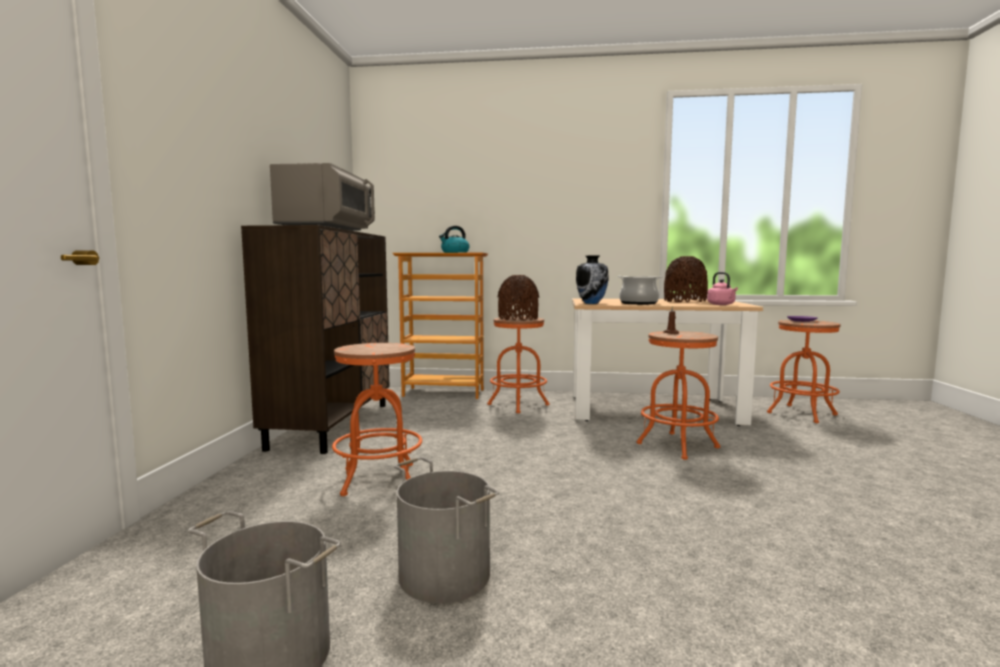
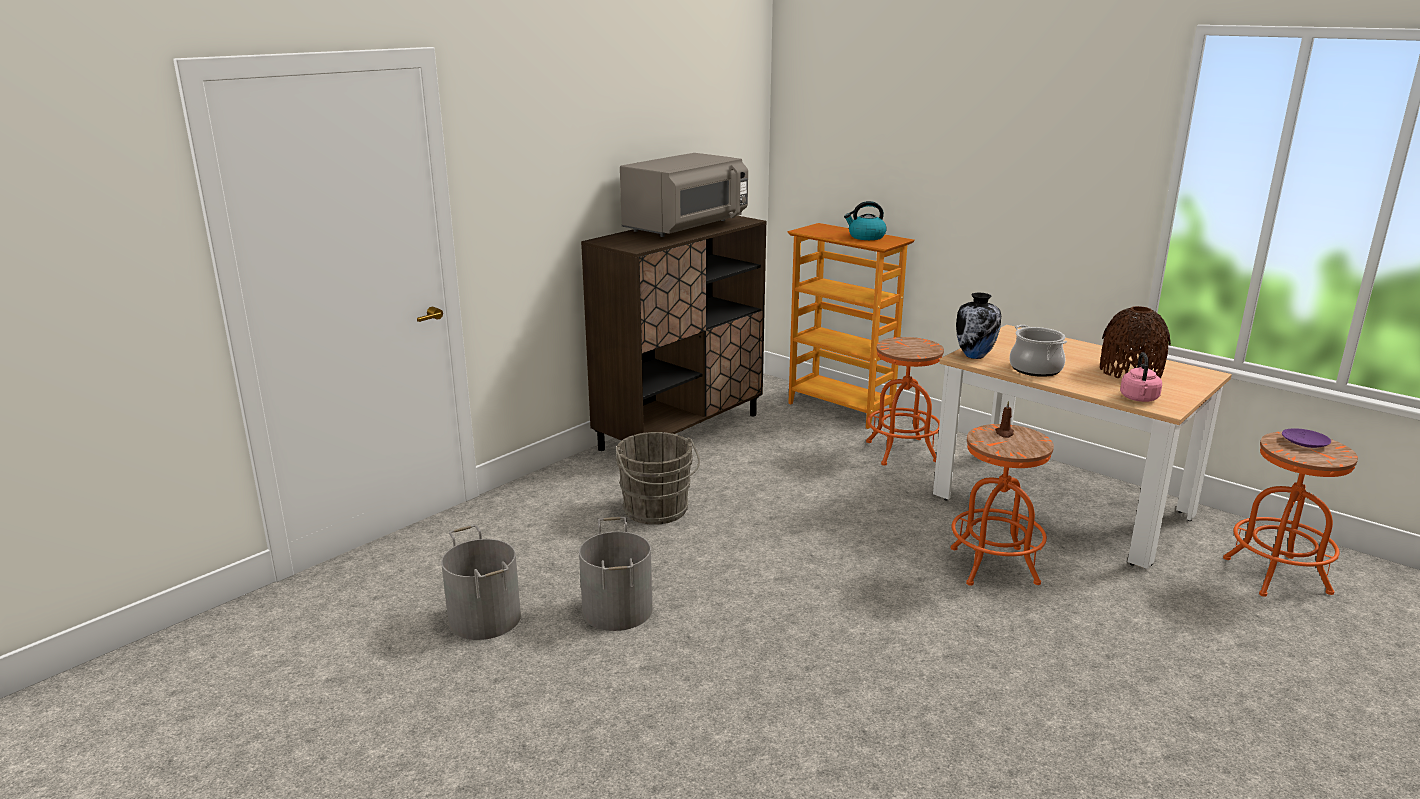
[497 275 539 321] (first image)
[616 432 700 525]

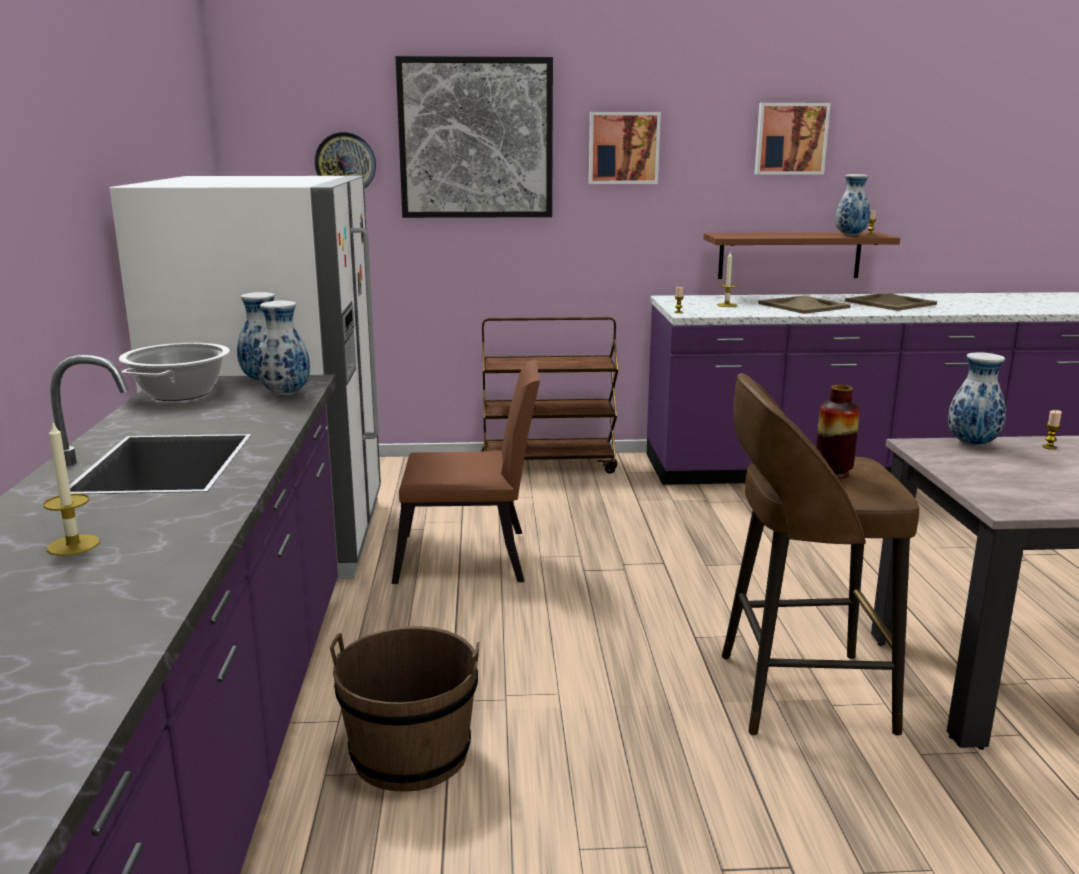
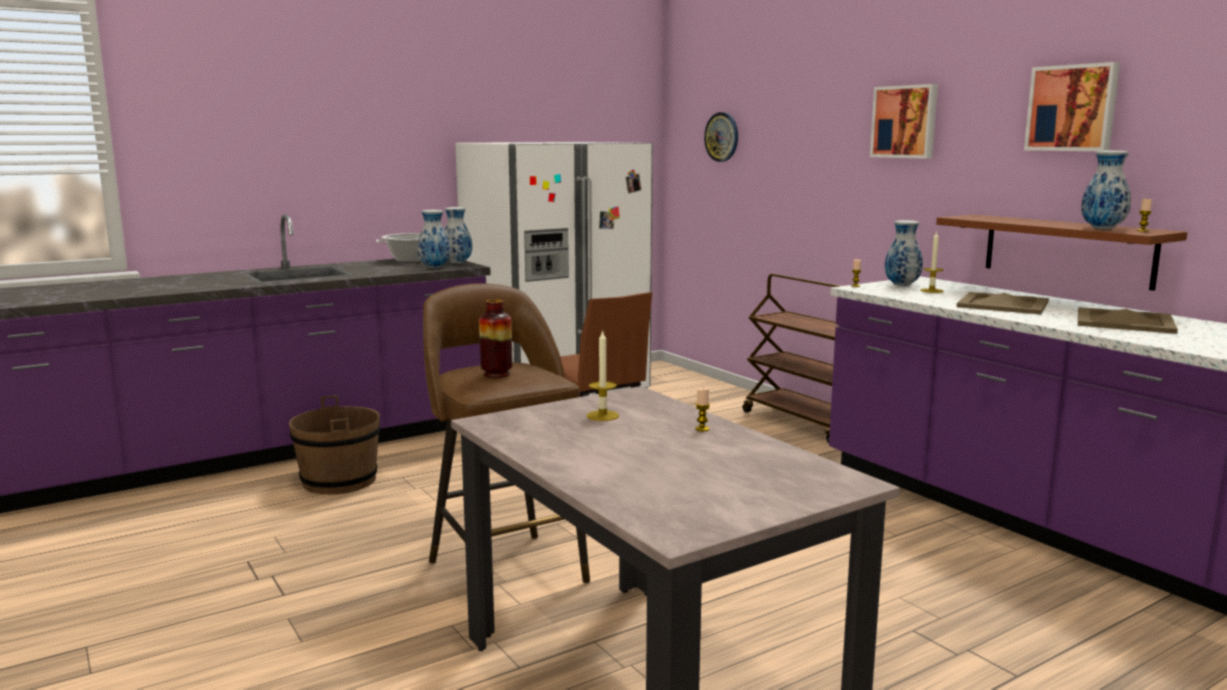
[395 56 553 218] (first image)
[885 220 923 286]
[586 329 619 421]

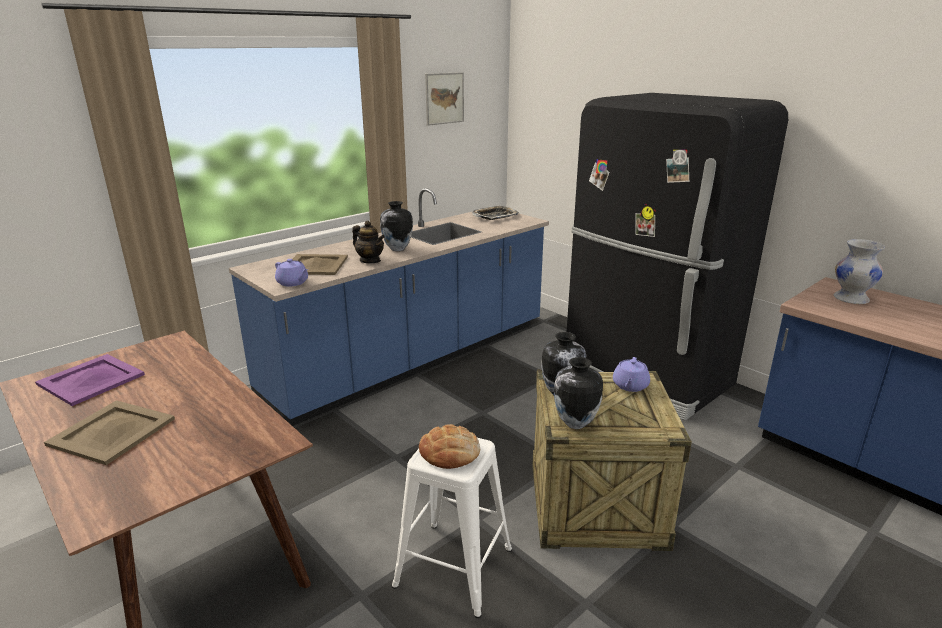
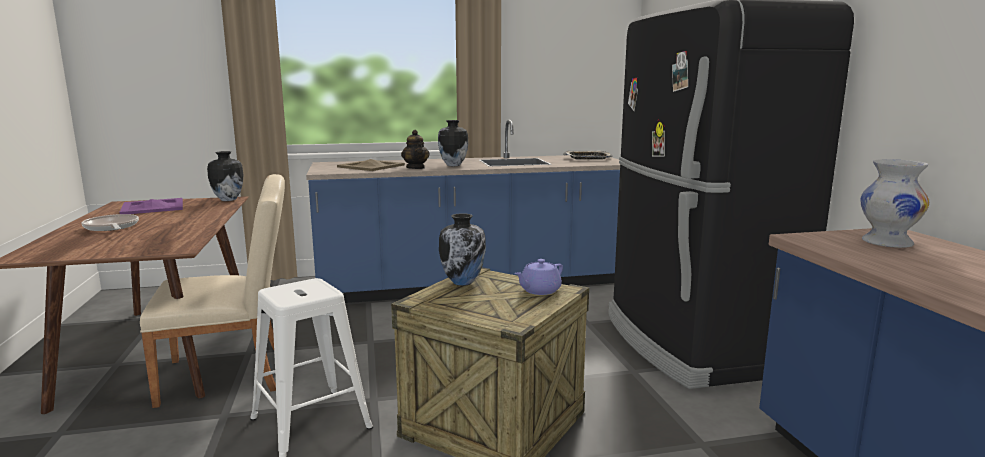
[425 72 464 126] (first image)
[275 259 308 286] (first image)
[207 151 244 201]
[81 214 139 231]
[419 424 480 469] (first image)
[140 174 285 408]

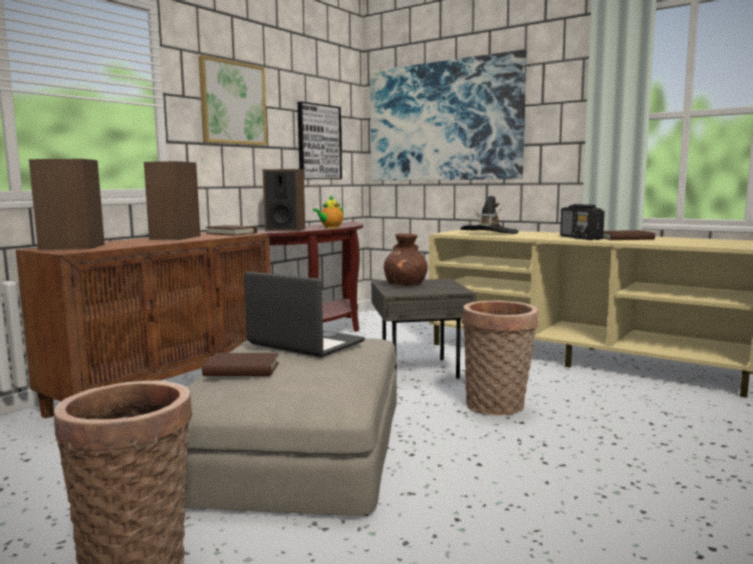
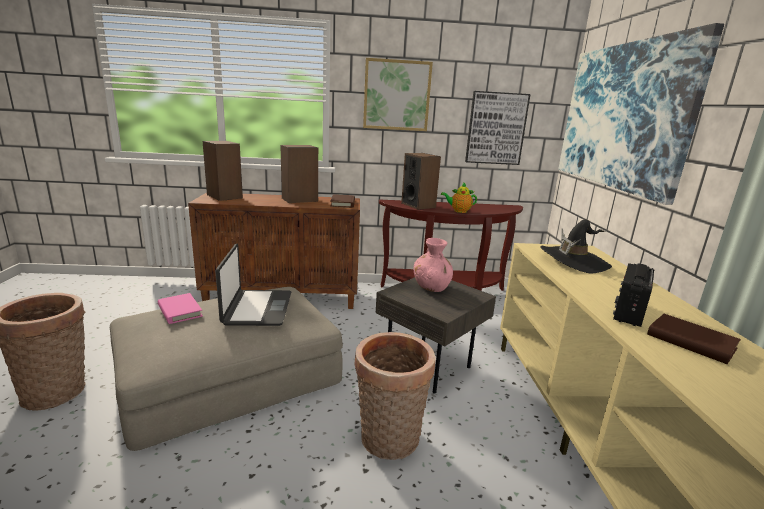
[414 238 453 292]
[158 293 203 324]

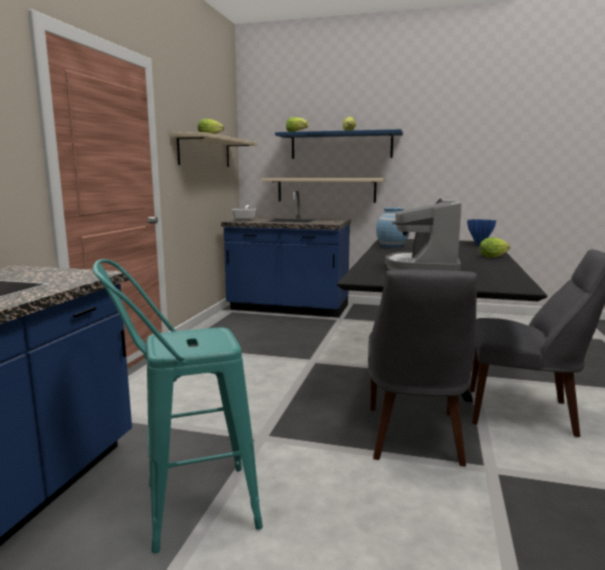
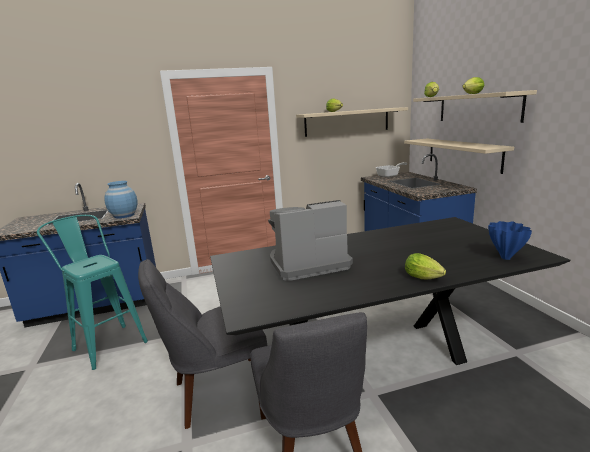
[413 90 537 123]
[104 181 138 219]

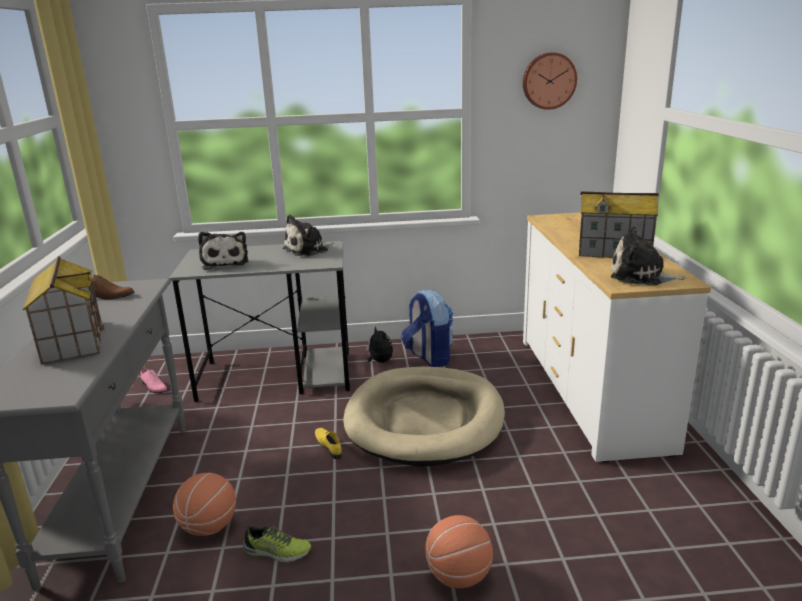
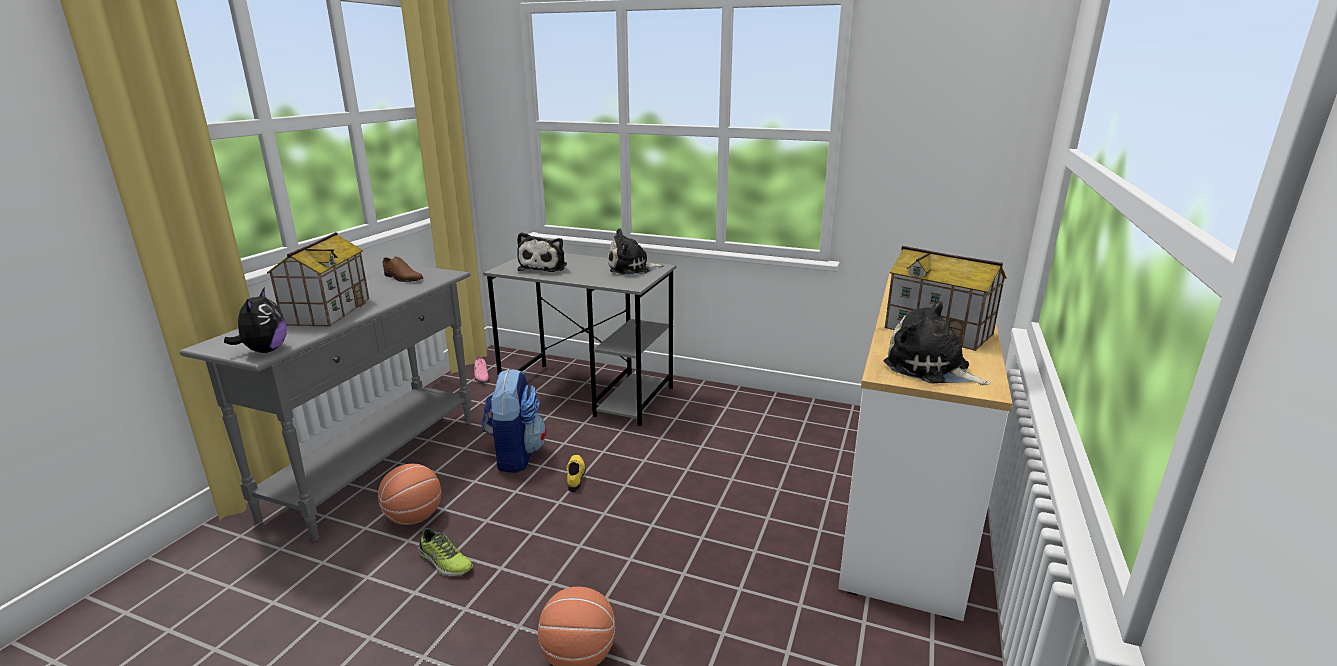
[523 52 577 110] (first image)
[482 369 546 473]
[224 288 287 353]
[343 366 505 467] (first image)

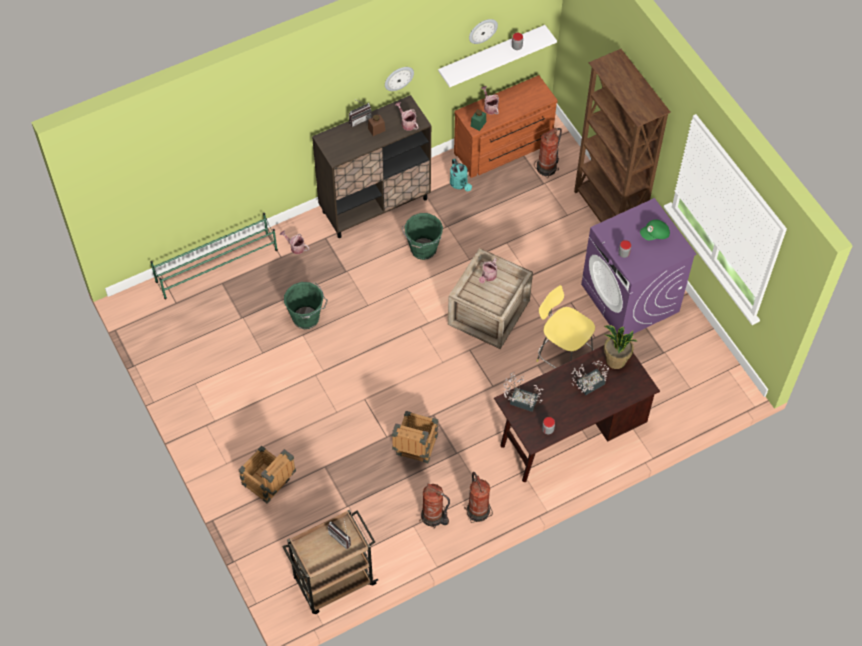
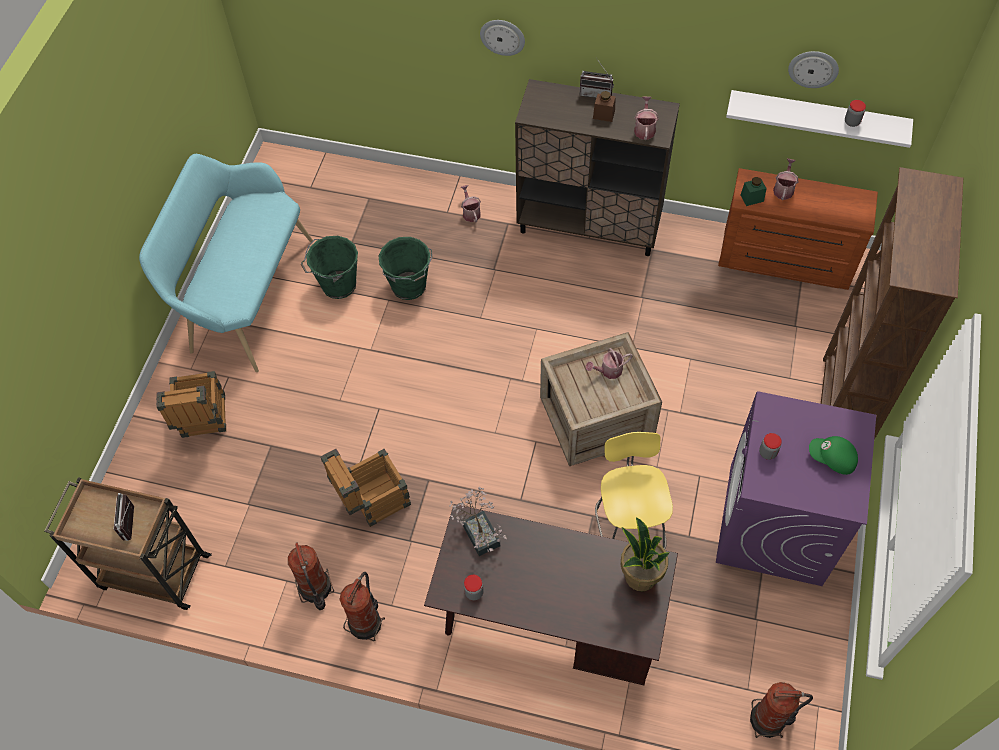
[480 20 525 56]
[750 682 813 738]
[450 159 472 191] (first image)
[150 213 278 299] (first image)
[301 236 358 299]
[571 360 609 395] (first image)
[139 154 313 372]

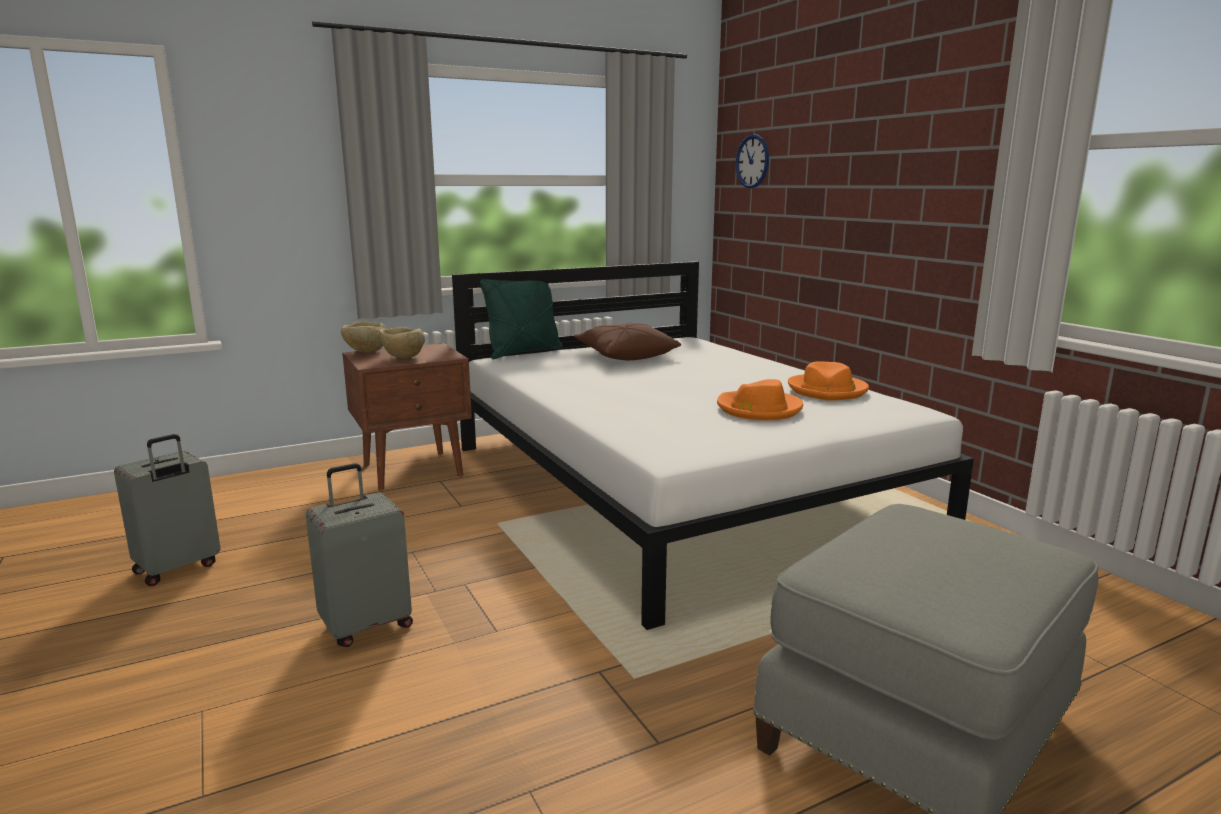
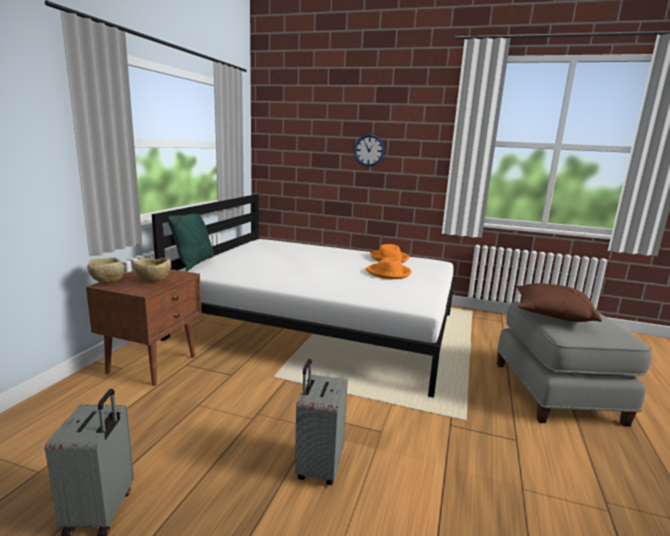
[354 135 384 167]
[517 283 602 322]

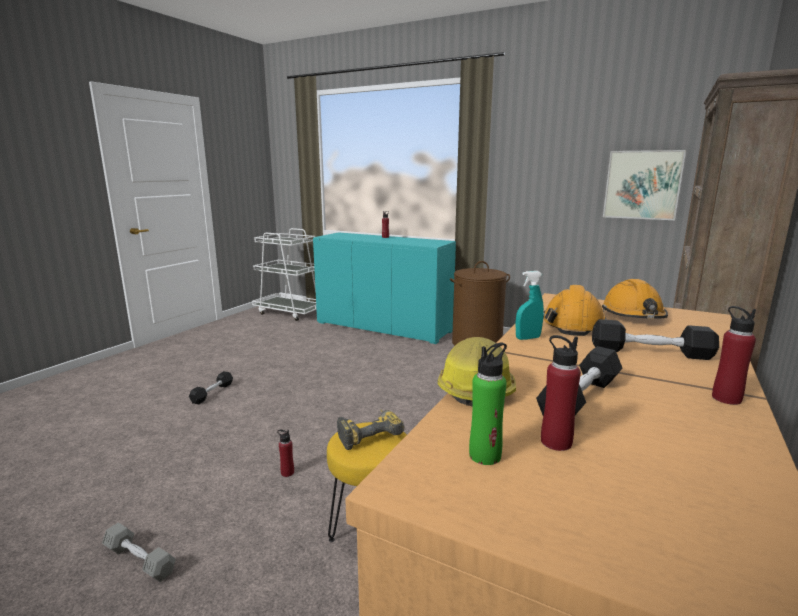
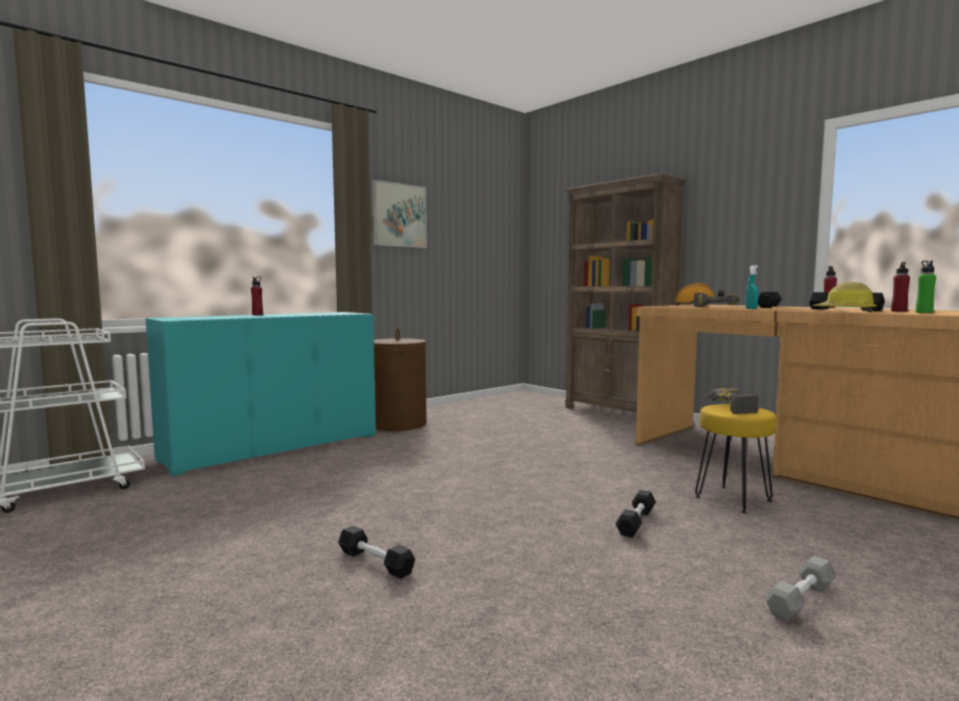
[372 180 427 248]
[694 293 740 307]
[616 490 656 538]

